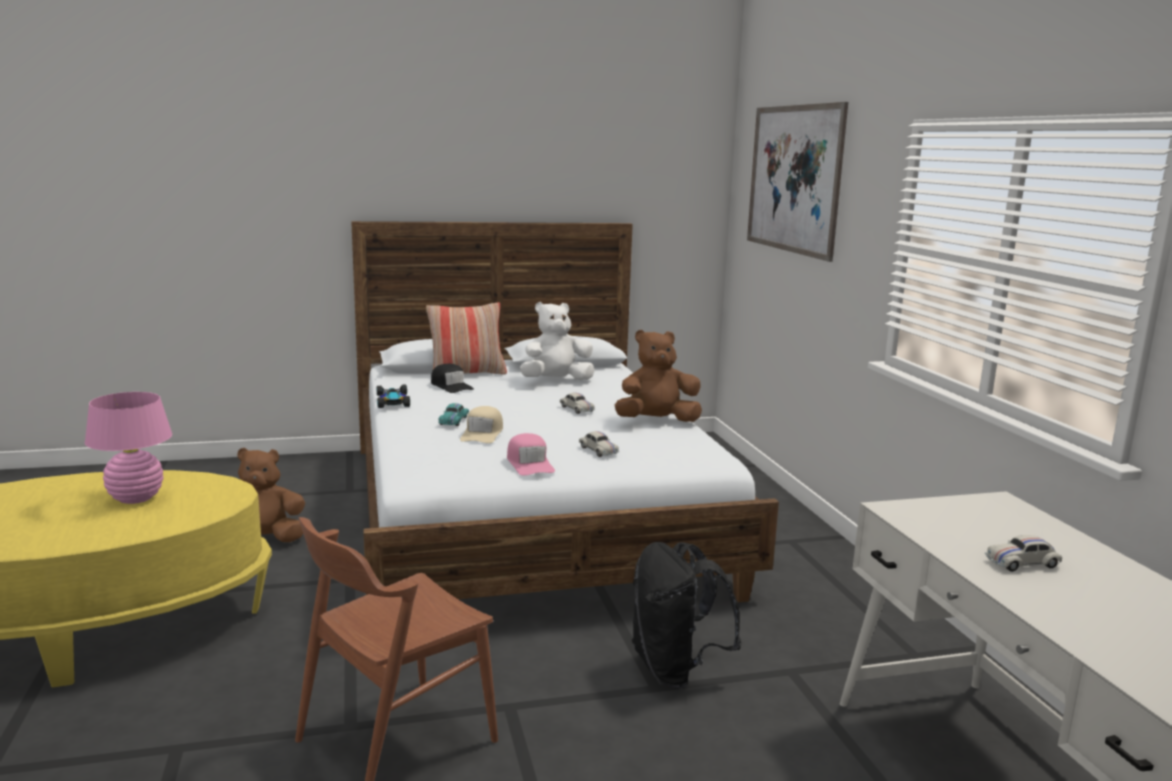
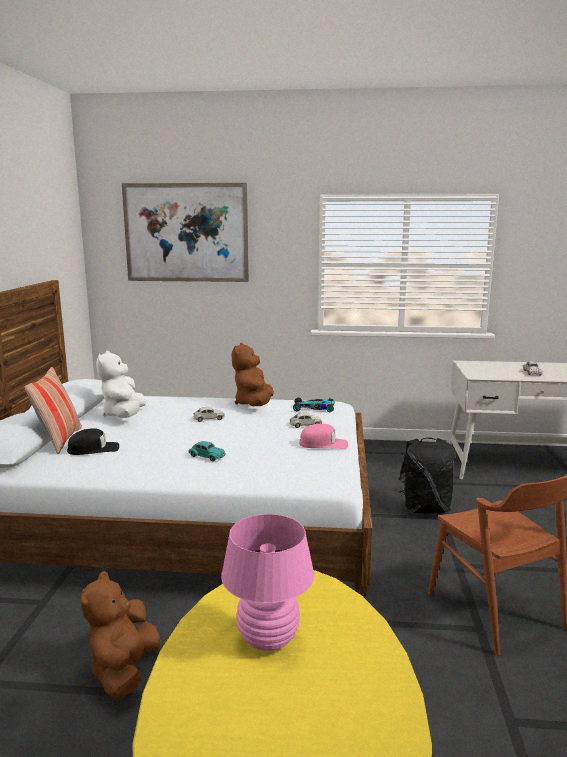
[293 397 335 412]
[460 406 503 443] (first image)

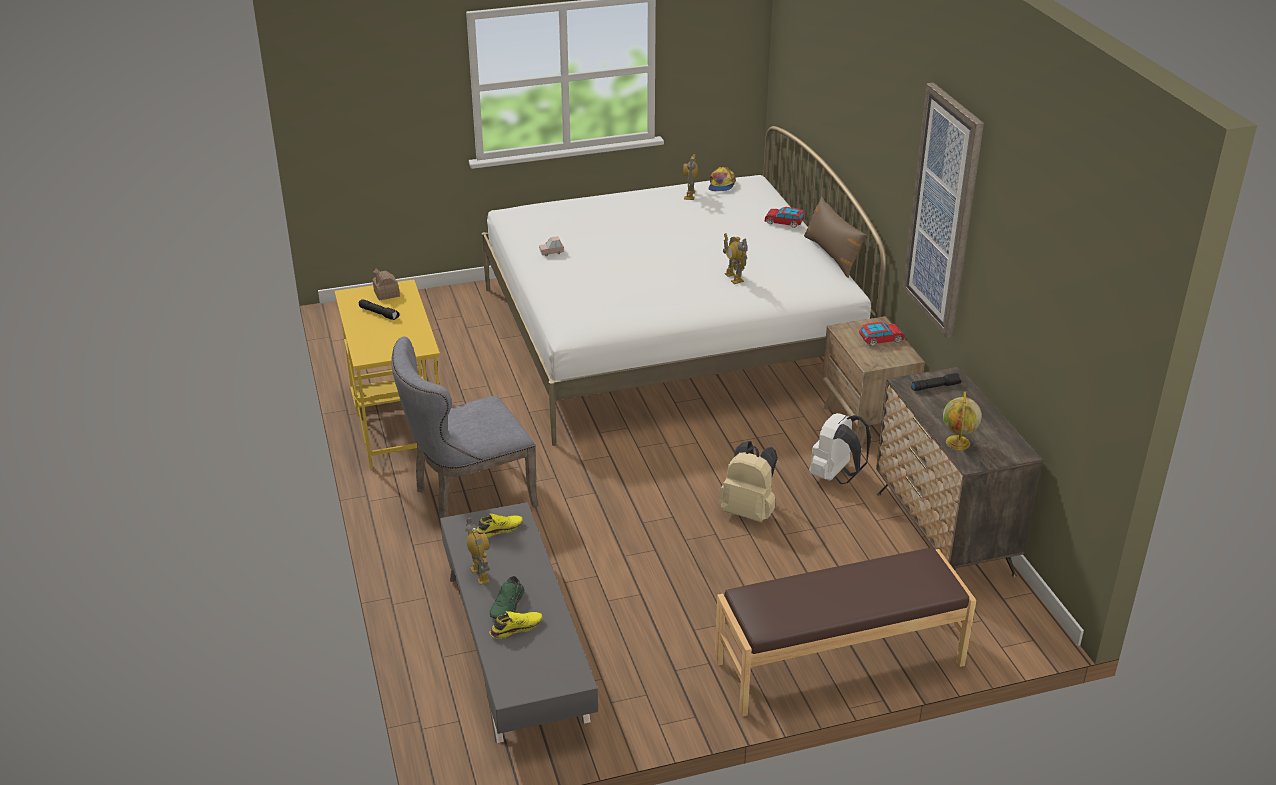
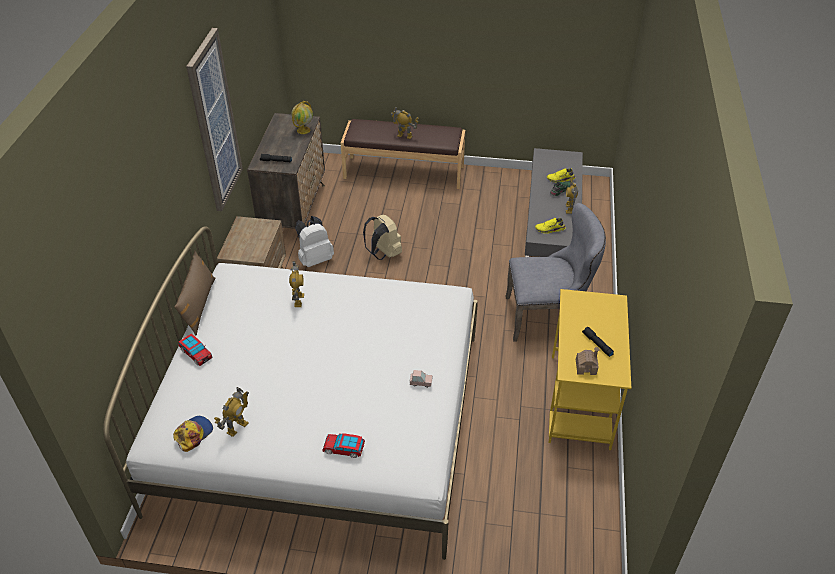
[323 433 365 458]
[391 107 418 139]

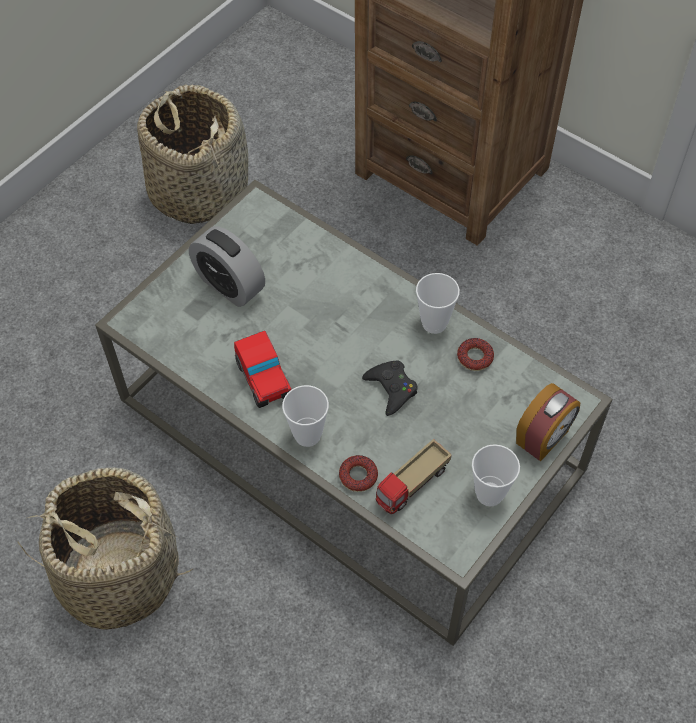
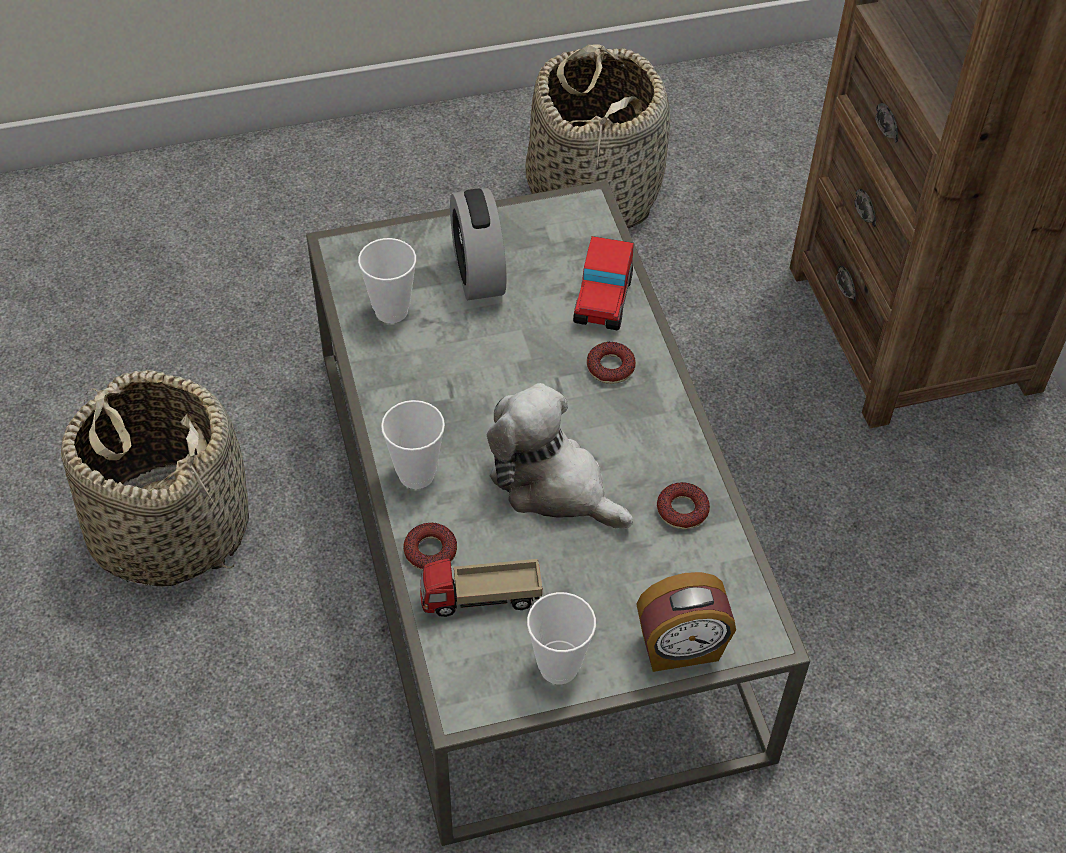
[358 238 416 323]
[573 236 634 330]
[487 383 633 529]
[587 342 636 384]

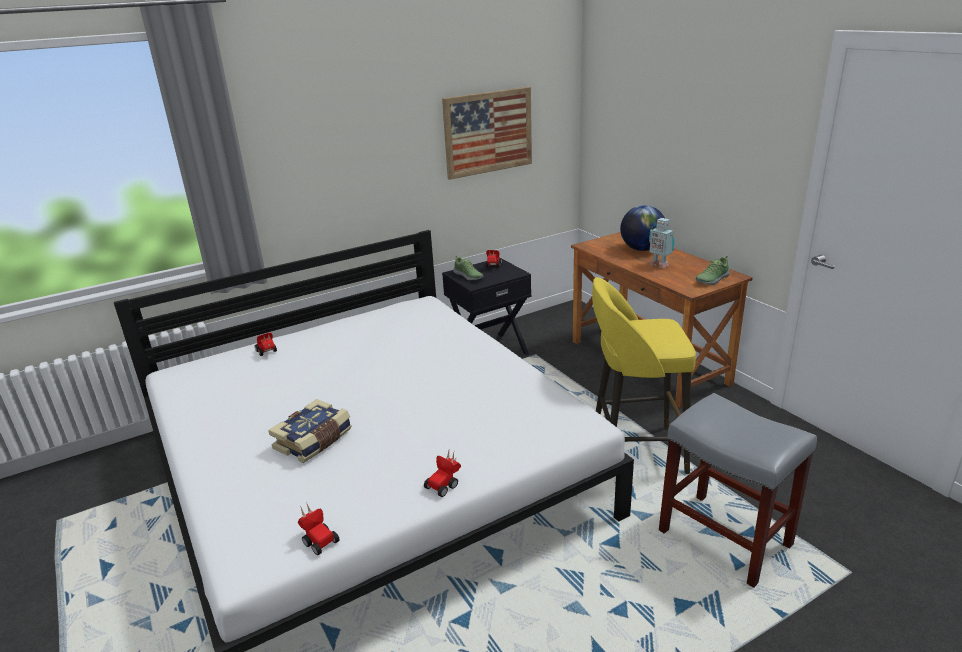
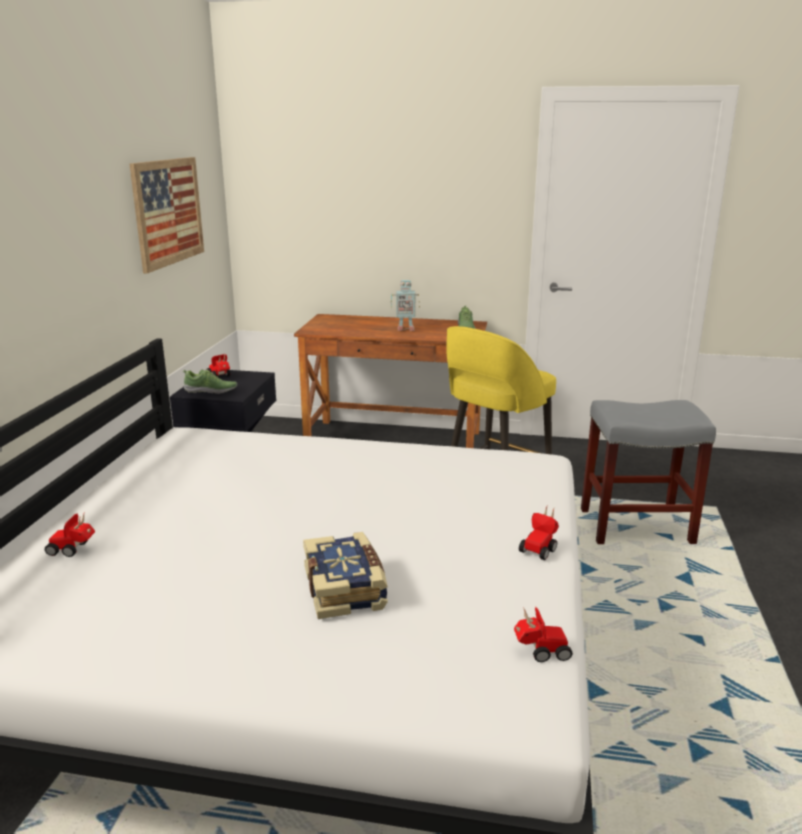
[620 205 665 251] (first image)
[519 507 559 560]

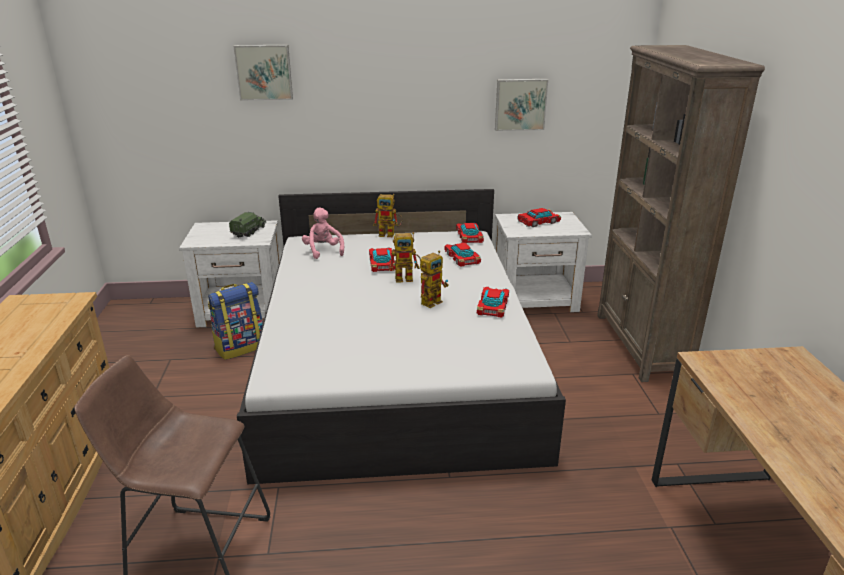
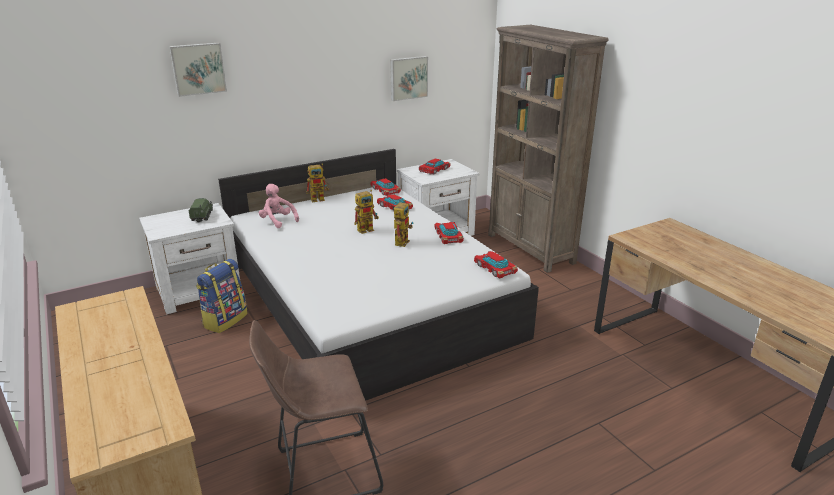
[474 251 518 279]

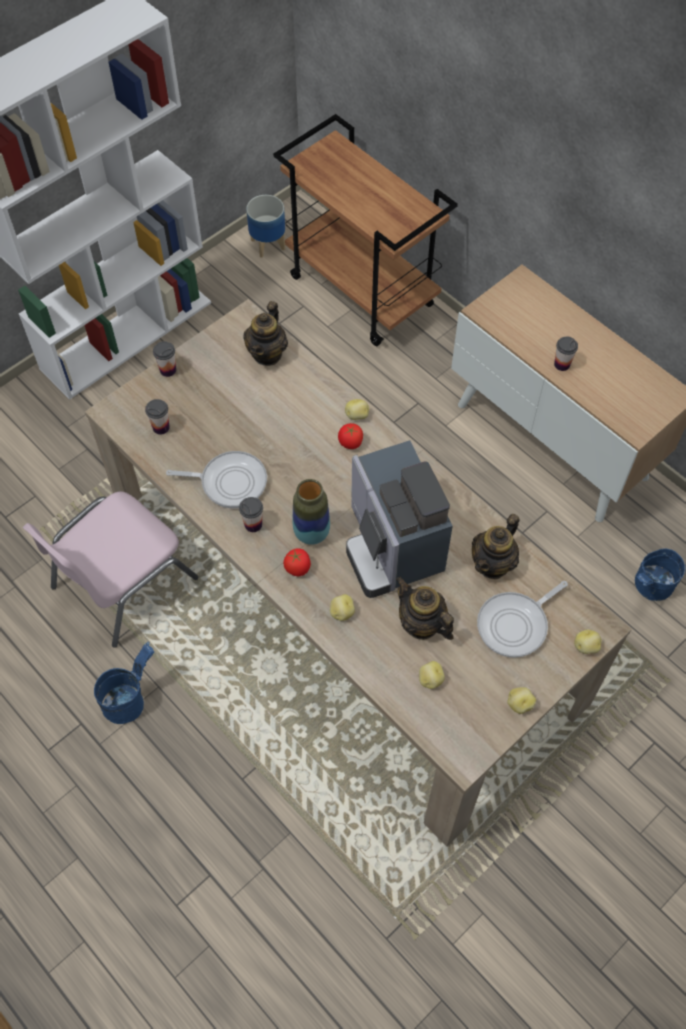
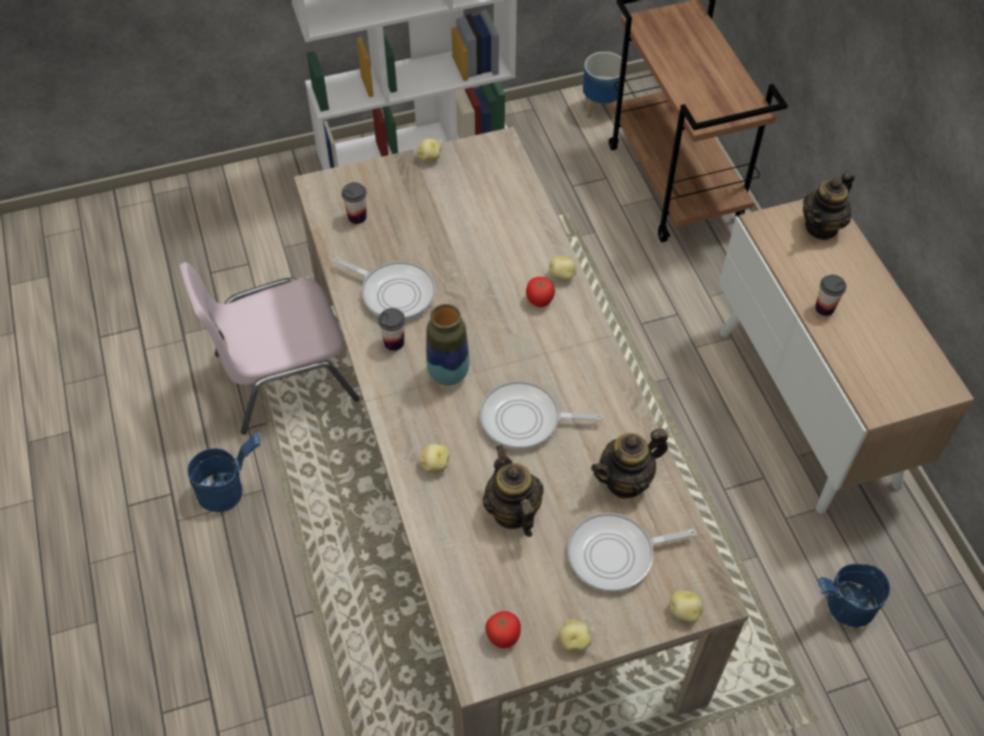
[803 171 855 240]
[153 341 176 377] (first image)
[480 381 603 450]
[485 611 521 648]
[416 139 441 163]

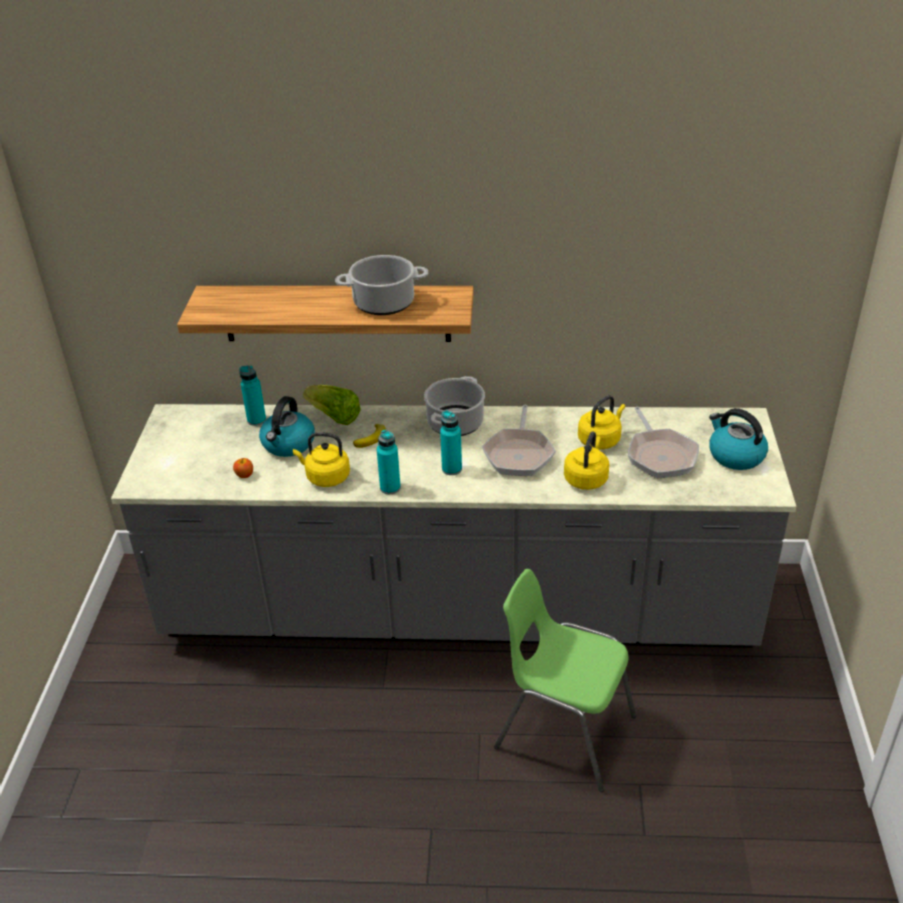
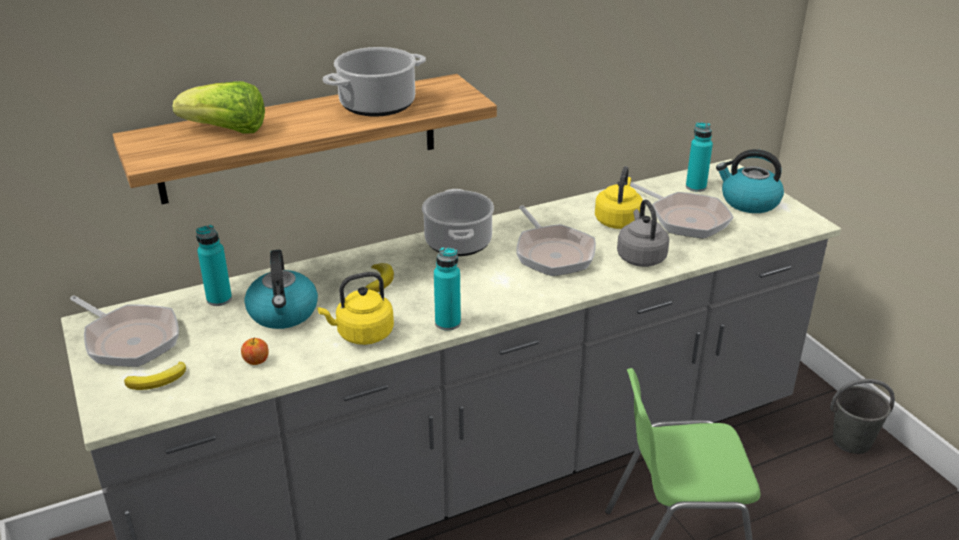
[172 81 265 134]
[686 122 713 192]
[617 199 669 267]
[70 296 179 367]
[124 362 186 390]
[830 379 895 454]

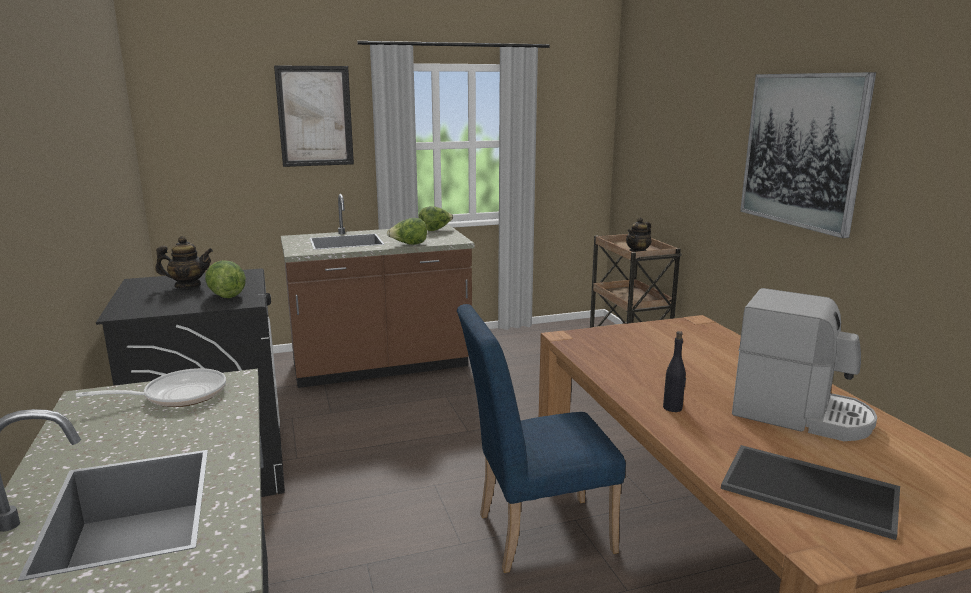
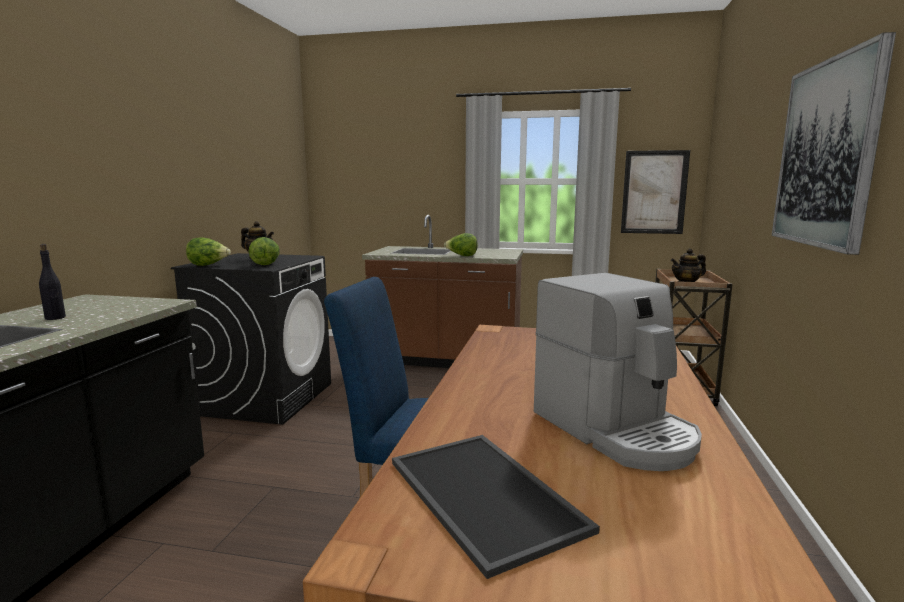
[621 150 690 234]
[186 237 231 266]
[39 244 66 320]
[76 368 226 407] (first image)

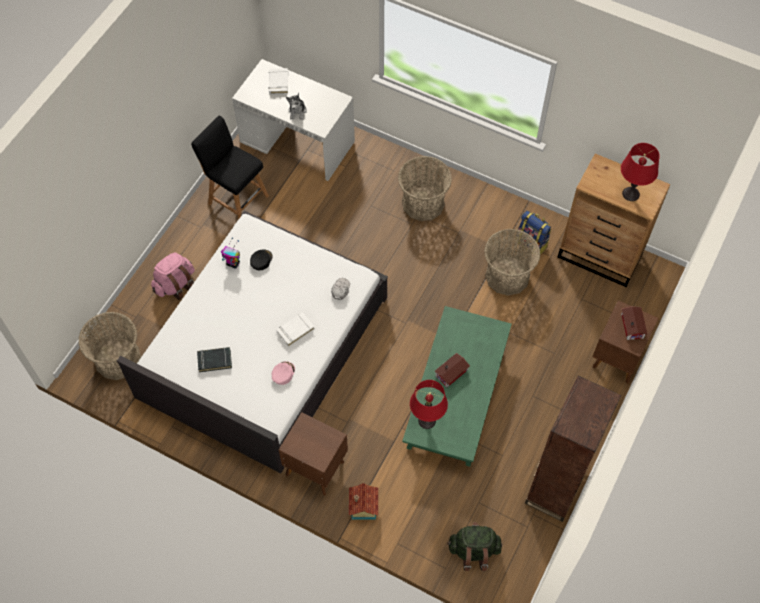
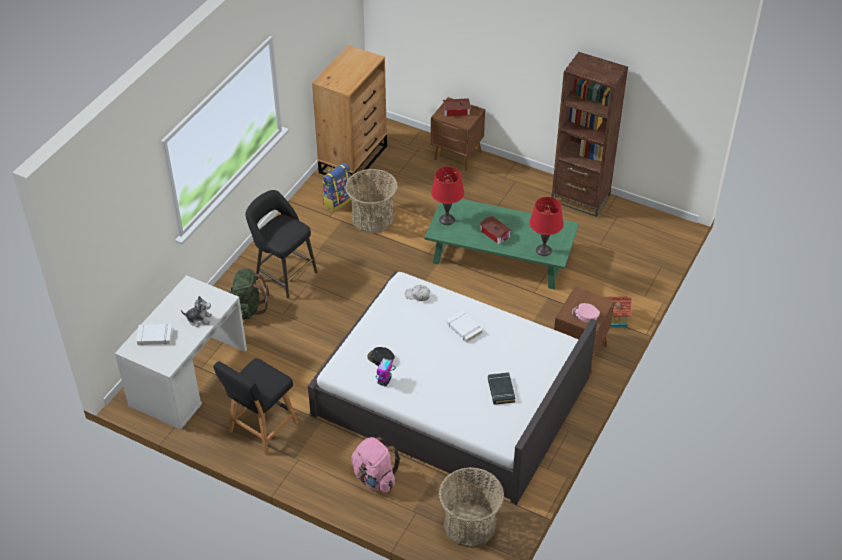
[431 167 464 225]
[245 190 317 298]
[572 303 600 322]
[227 269 269 320]

